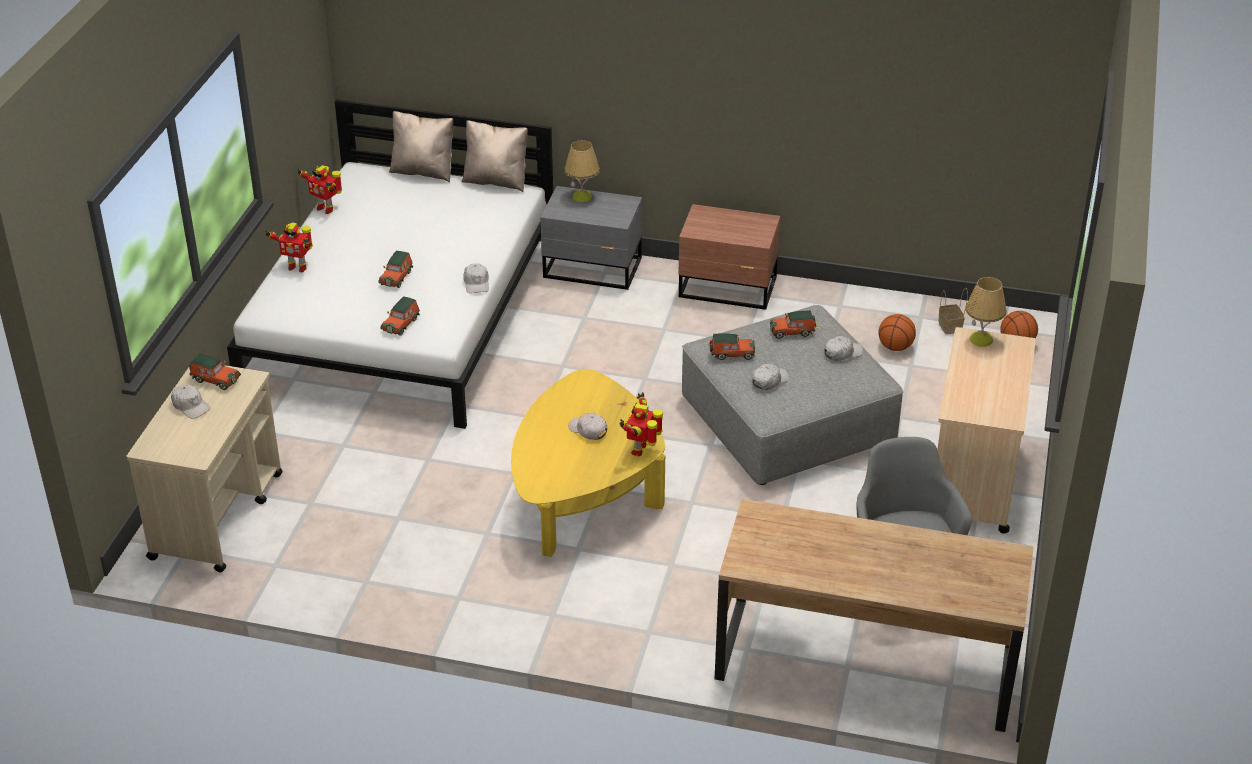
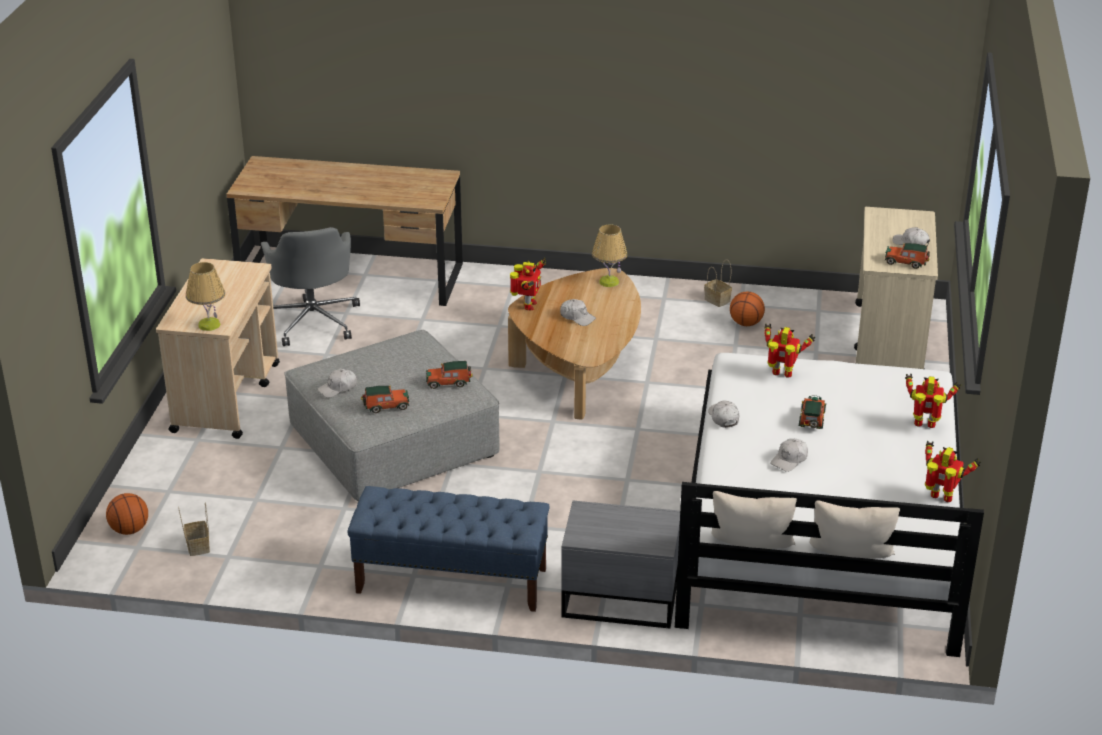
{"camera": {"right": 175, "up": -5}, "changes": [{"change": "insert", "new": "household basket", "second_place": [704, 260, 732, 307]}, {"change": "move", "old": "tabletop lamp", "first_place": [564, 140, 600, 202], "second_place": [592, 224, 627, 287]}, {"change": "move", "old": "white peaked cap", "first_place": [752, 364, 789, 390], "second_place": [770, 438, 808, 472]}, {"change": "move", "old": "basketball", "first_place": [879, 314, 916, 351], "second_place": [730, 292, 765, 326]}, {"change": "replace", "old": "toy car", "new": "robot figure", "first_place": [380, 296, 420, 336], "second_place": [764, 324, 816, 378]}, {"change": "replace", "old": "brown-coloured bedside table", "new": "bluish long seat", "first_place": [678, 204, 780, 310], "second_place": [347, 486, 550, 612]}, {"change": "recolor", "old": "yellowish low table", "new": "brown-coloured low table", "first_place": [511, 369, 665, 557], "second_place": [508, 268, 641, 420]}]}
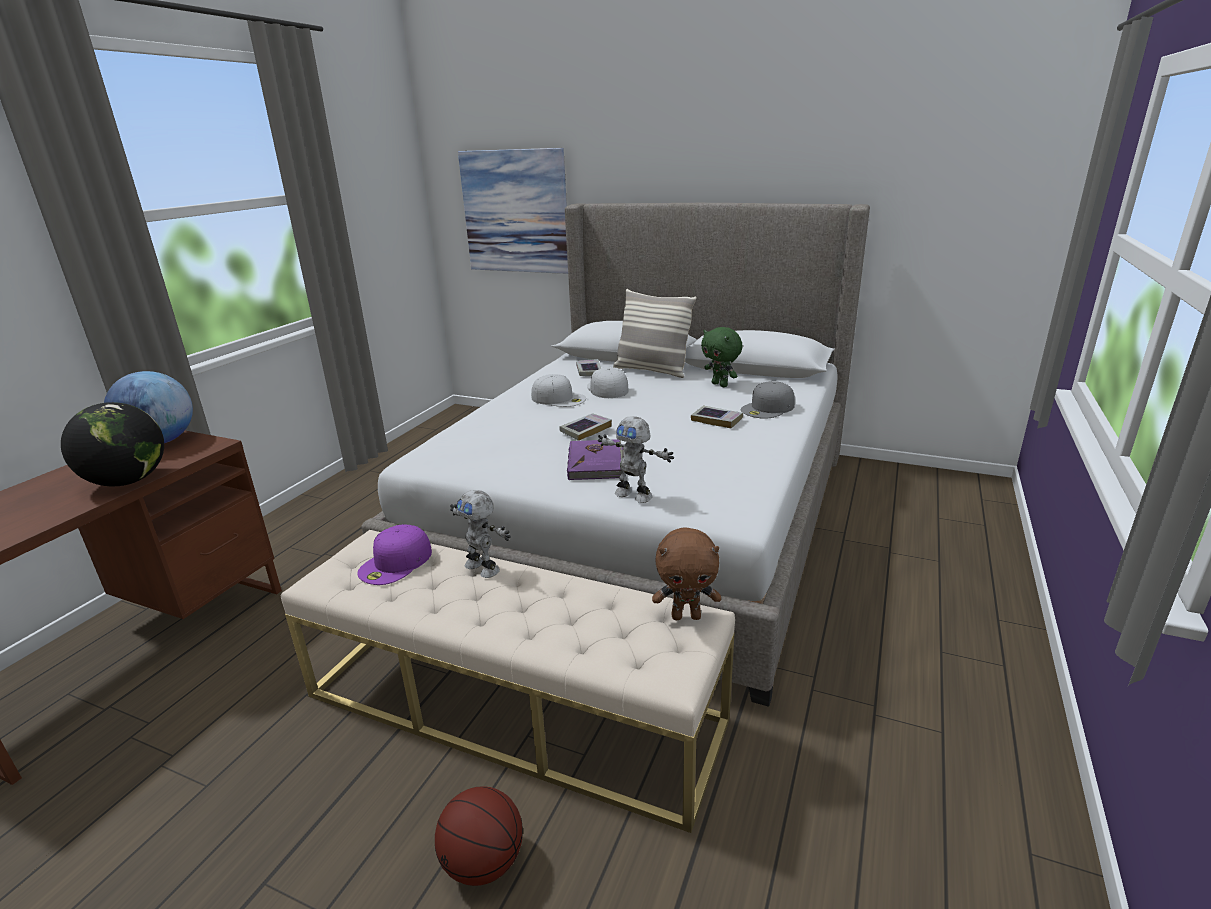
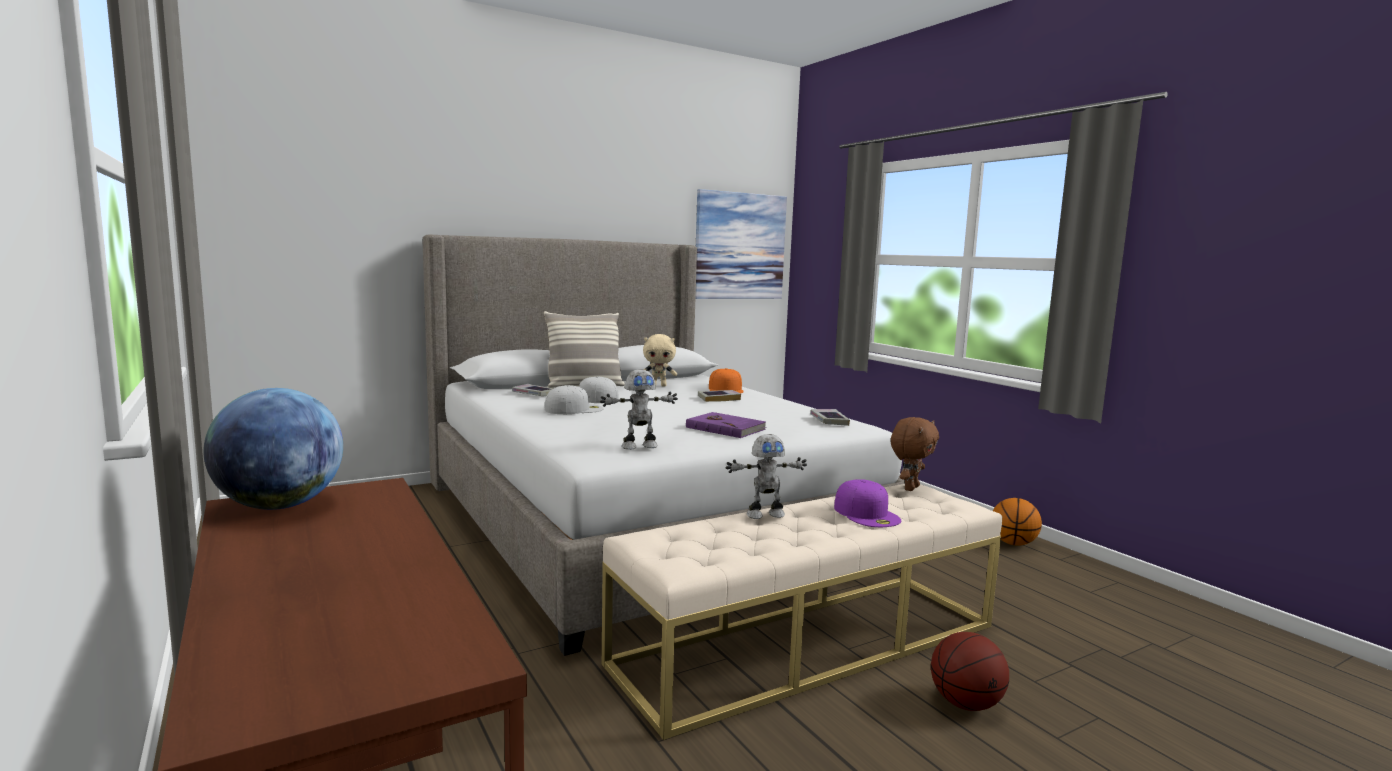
{"camera": {"right": -55, "up": -15}, "changes": [{"change": "delete", "old": "world globe", "first_place": [61, 402, 164, 486]}, {"change": "insert", "new": "basketball", "second_place": [993, 498, 1042, 546]}, {"change": "move", "old": "purple-coloured peaked cap", "first_place": [357, 524, 432, 585], "second_place": [834, 479, 901, 527]}, {"change": "move", "old": "wall art", "first_place": [458, 148, 568, 274], "second_place": [695, 189, 787, 299]}, {"change": "move", "old": "volume", "first_place": [560, 413, 612, 441], "second_place": [810, 409, 850, 426]}, {"change": "move", "old": "robot figure", "first_place": [598, 416, 674, 503], "second_place": [600, 369, 678, 450]}, {"change": "recolor", "old": "green soft toy", "new": "beige-coloured soft toy", "first_place": [701, 327, 743, 387], "second_place": [643, 334, 677, 386]}, {"change": "recolor", "old": "gray peaked cap", "new": "orangey peaked cap", "first_place": [741, 381, 795, 419], "second_place": [709, 368, 744, 393]}]}
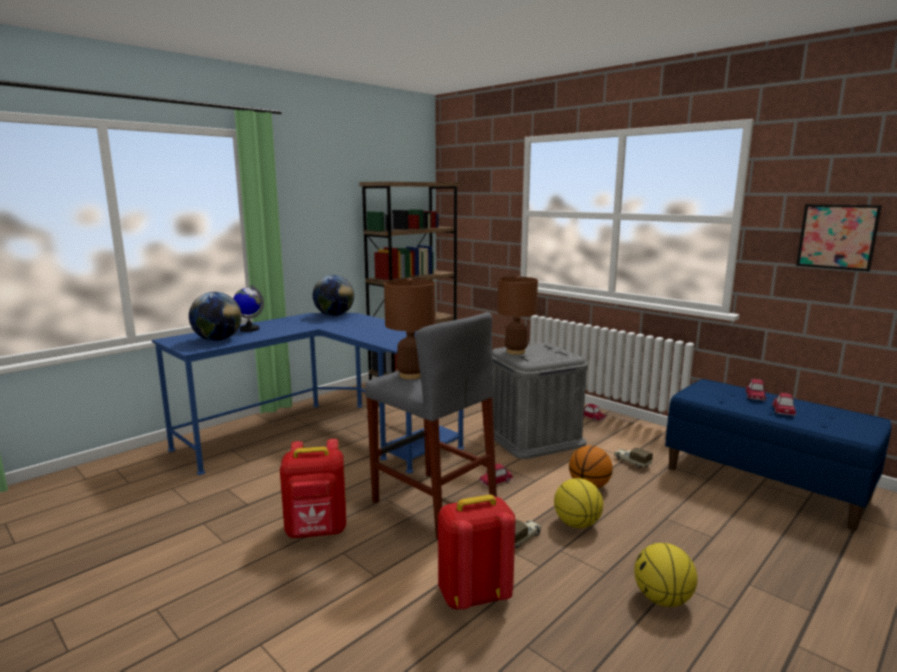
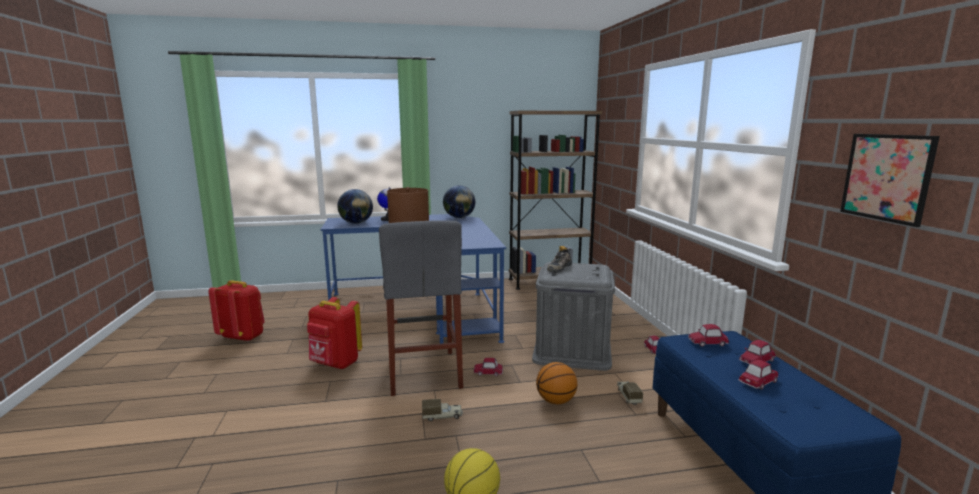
{"camera": {"right": 35, "up": 0}, "changes": [{"change": "delete", "old": "basketball", "first_place": [554, 478, 603, 528]}, {"change": "insert", "new": "toy car", "second_place": [688, 324, 729, 347]}, {"change": "move", "old": "reddish backpack", "first_place": [438, 495, 515, 610], "second_place": [208, 280, 265, 342]}, {"change": "replace", "old": "brown-coloured tabletop lamp", "new": "low shoe", "first_place": [498, 276, 538, 355], "second_place": [547, 248, 572, 272]}]}
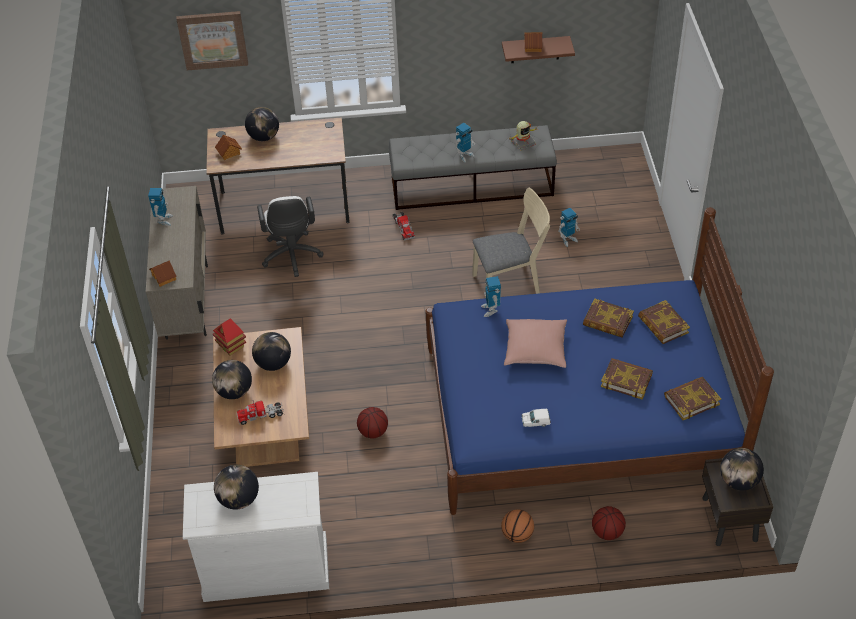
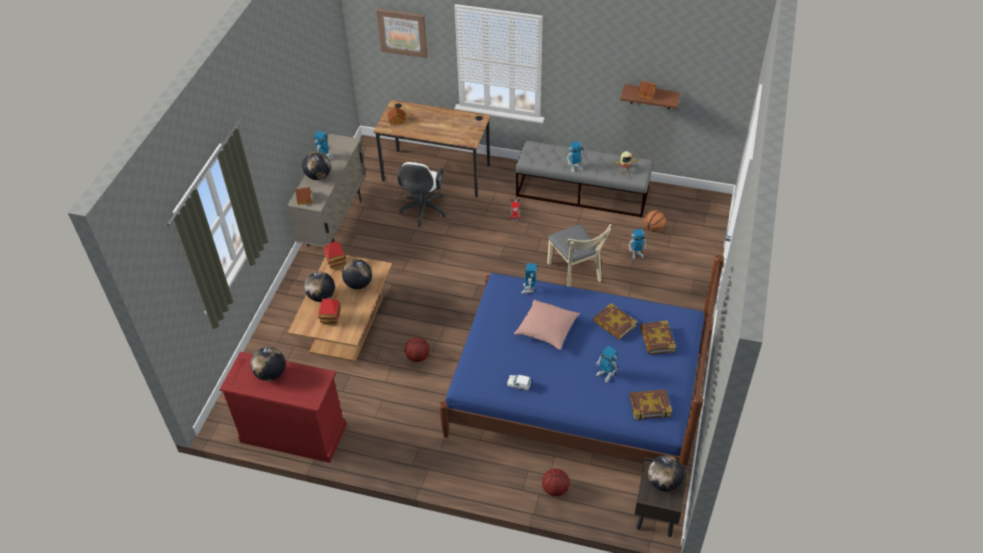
{"camera": {"right": 20, "up": 0}, "changes": [{"change": "move", "old": "world globe", "first_place": [245, 107, 279, 141], "second_place": [302, 152, 331, 180]}, {"change": "move", "old": "basketball", "first_place": [501, 509, 534, 543], "second_place": [644, 210, 666, 232]}, {"change": "replace", "old": "toy lorry", "new": "miniature house", "first_place": [237, 401, 284, 425], "second_place": [318, 299, 341, 325]}, {"change": "replace", "old": "volume", "new": "robot figure", "first_place": [601, 358, 653, 400], "second_place": [596, 346, 617, 383]}, {"change": "recolor", "old": "white dresser", "new": "reddish dresser", "first_place": [183, 472, 329, 602], "second_place": [220, 352, 347, 463]}, {"change": "rotate", "old": "beige-coloured plain chair", "first_place": [472, 188, 550, 298], "second_place": [547, 224, 611, 287], "degrees": 60}]}
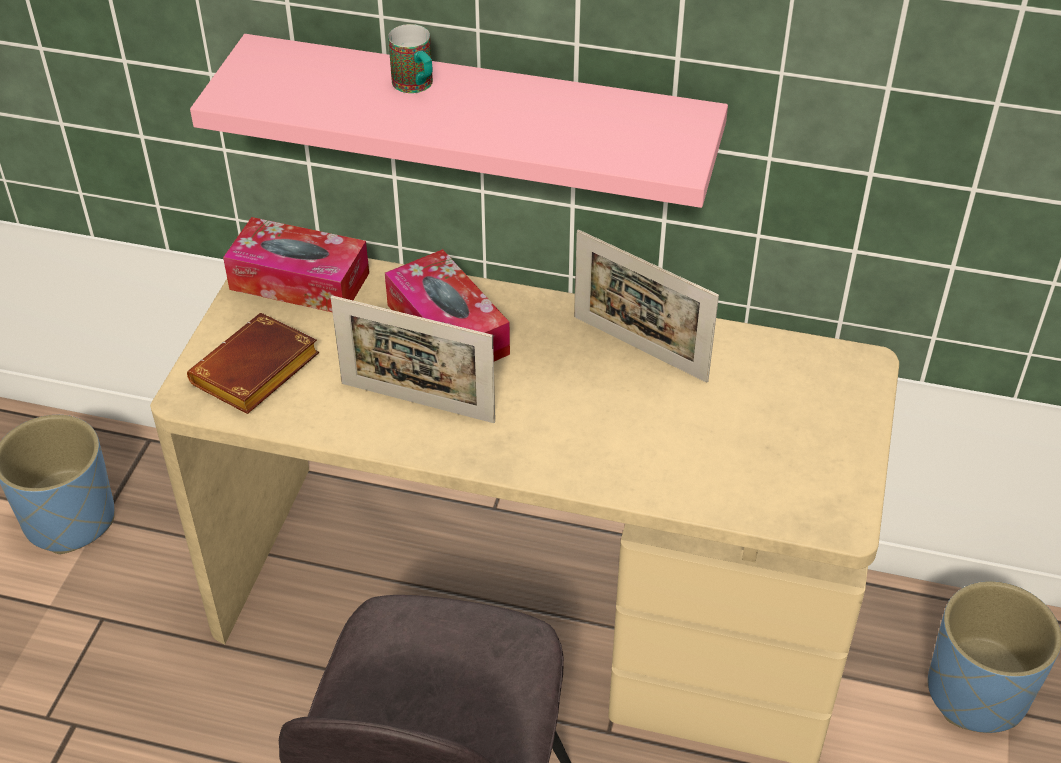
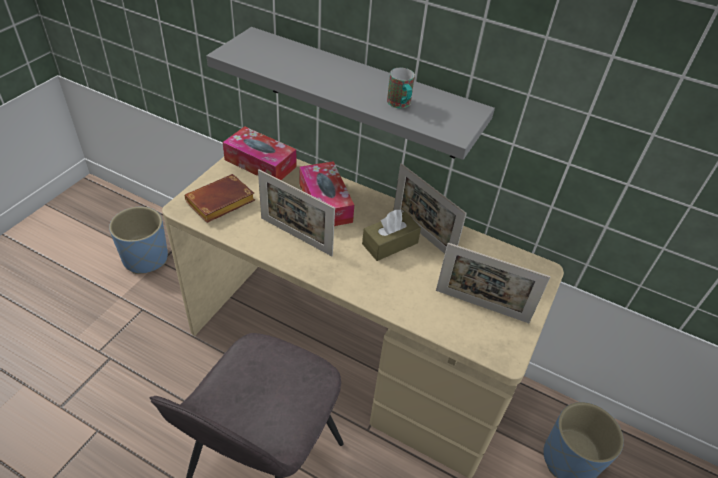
{"camera": {"right": 10, "up": 0}, "changes": [{"change": "insert", "new": "brown-coloured tissue box", "second_place": [362, 209, 421, 261]}, {"change": "insert", "new": "photo frame", "second_place": [436, 243, 550, 323]}, {"change": "move", "old": "mug", "first_place": [388, 24, 433, 93], "second_place": [387, 68, 415, 108]}, {"change": "recolor", "old": "pink-coloured wall shelf", "new": "gray wall shelf", "first_place": [190, 34, 728, 208], "second_place": [207, 27, 495, 160]}]}
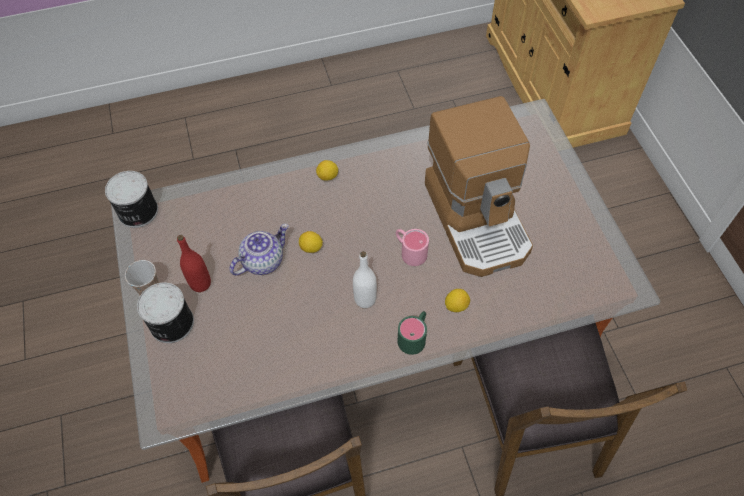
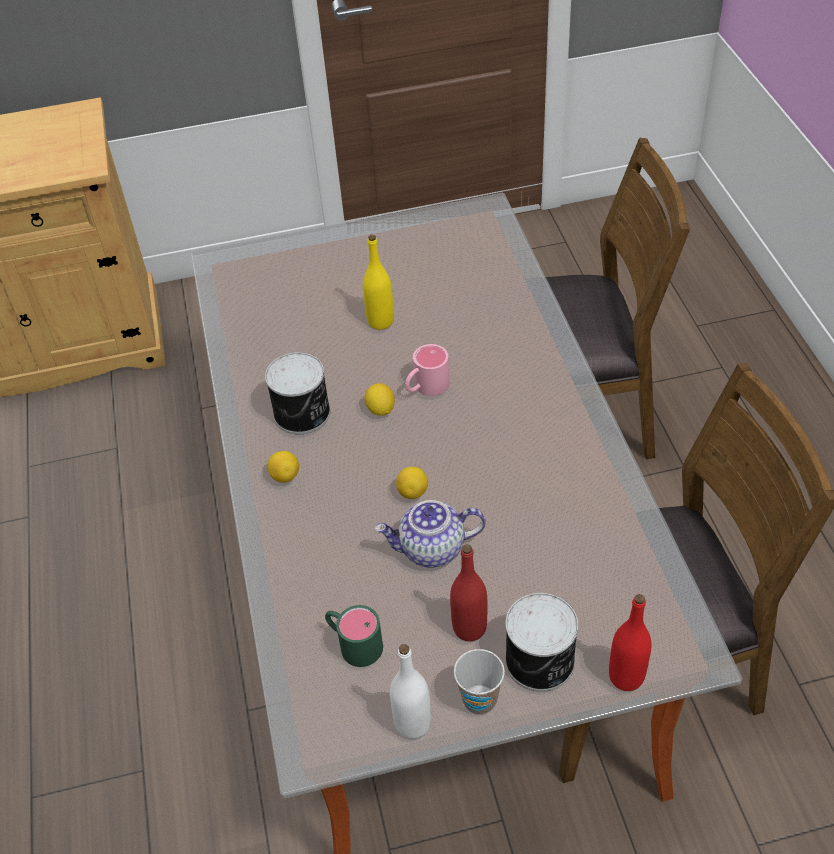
{"camera": {"right": -85, "up": -10}, "changes": [{"change": "insert", "new": "reddish bottle", "second_place": [609, 594, 651, 691]}, {"change": "move", "old": "can", "first_place": [105, 171, 158, 228], "second_place": [265, 352, 330, 434]}, {"change": "move", "old": "white bottle", "first_place": [353, 251, 377, 308], "second_place": [390, 644, 431, 739]}, {"change": "move", "old": "green mug", "first_place": [398, 311, 427, 355], "second_place": [325, 605, 383, 667]}, {"change": "move", "old": "whole lemon", "first_place": [445, 289, 470, 312], "second_place": [365, 383, 395, 416]}, {"change": "replace", "old": "coffee brewer", "new": "yellowish bottle", "first_place": [425, 96, 533, 277], "second_place": [363, 235, 394, 330]}, {"change": "rotate", "old": "pot for tea", "first_place": [230, 224, 289, 275], "second_place": [375, 500, 486, 568], "degrees": -60}]}
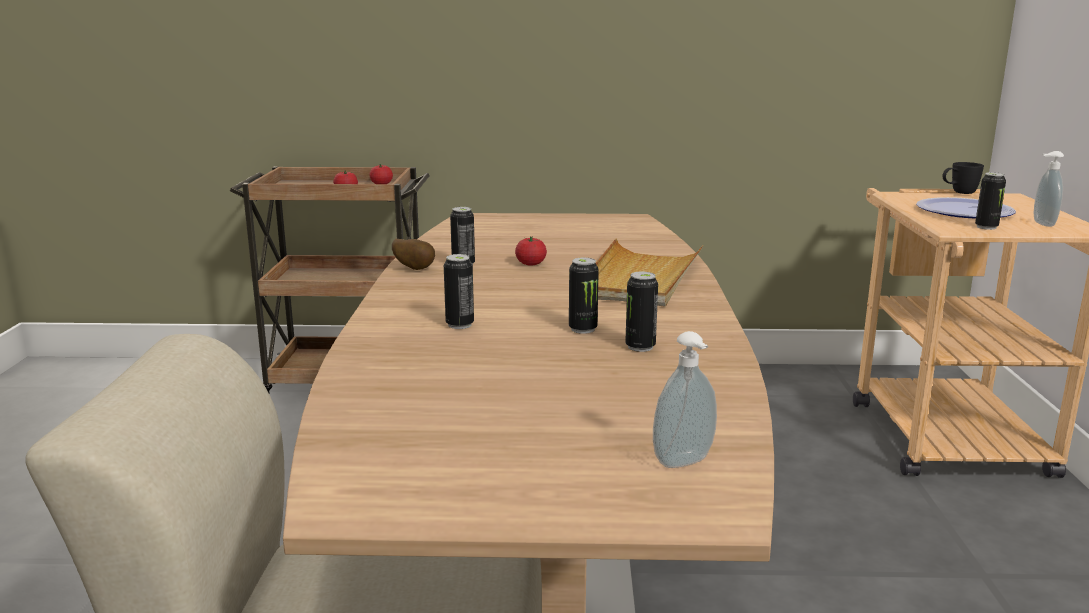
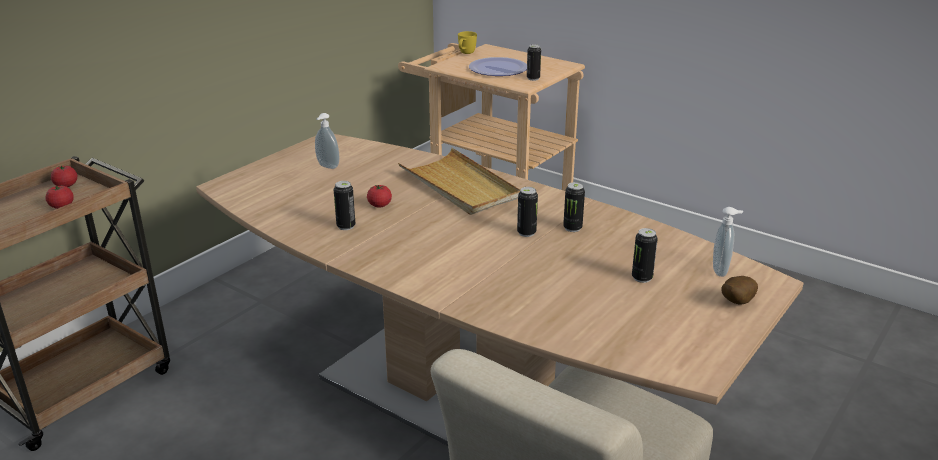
{"camera": {"right": -55, "up": 10}, "changes": [{"change": "move", "old": "spud", "first_place": [392, 239, 435, 270], "second_place": [721, 276, 758, 304]}, {"change": "move", "old": "can", "first_place": [444, 254, 474, 329], "second_place": [632, 228, 658, 283]}, {"change": "move", "old": "liquid soap bottle", "first_place": [1034, 151, 1064, 227], "second_place": [315, 113, 340, 169]}, {"change": "recolor", "old": "blackish mug", "new": "yellowish mug", "first_place": [942, 162, 984, 194], "second_place": [458, 31, 477, 54]}]}
